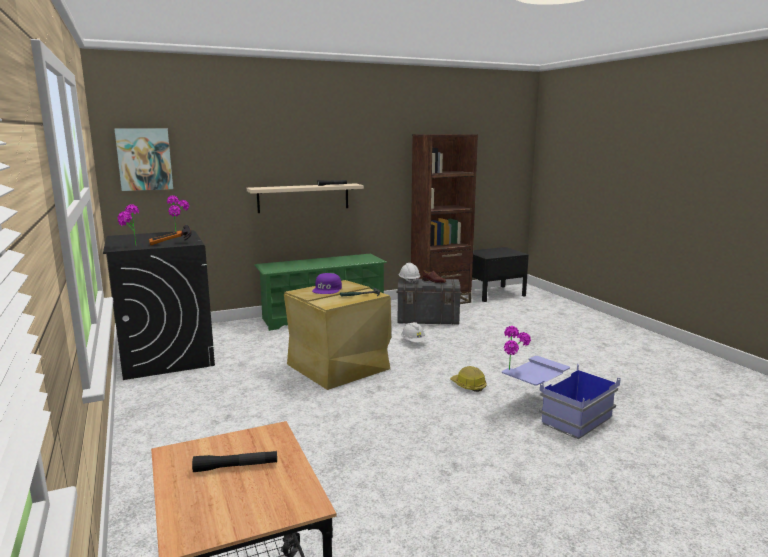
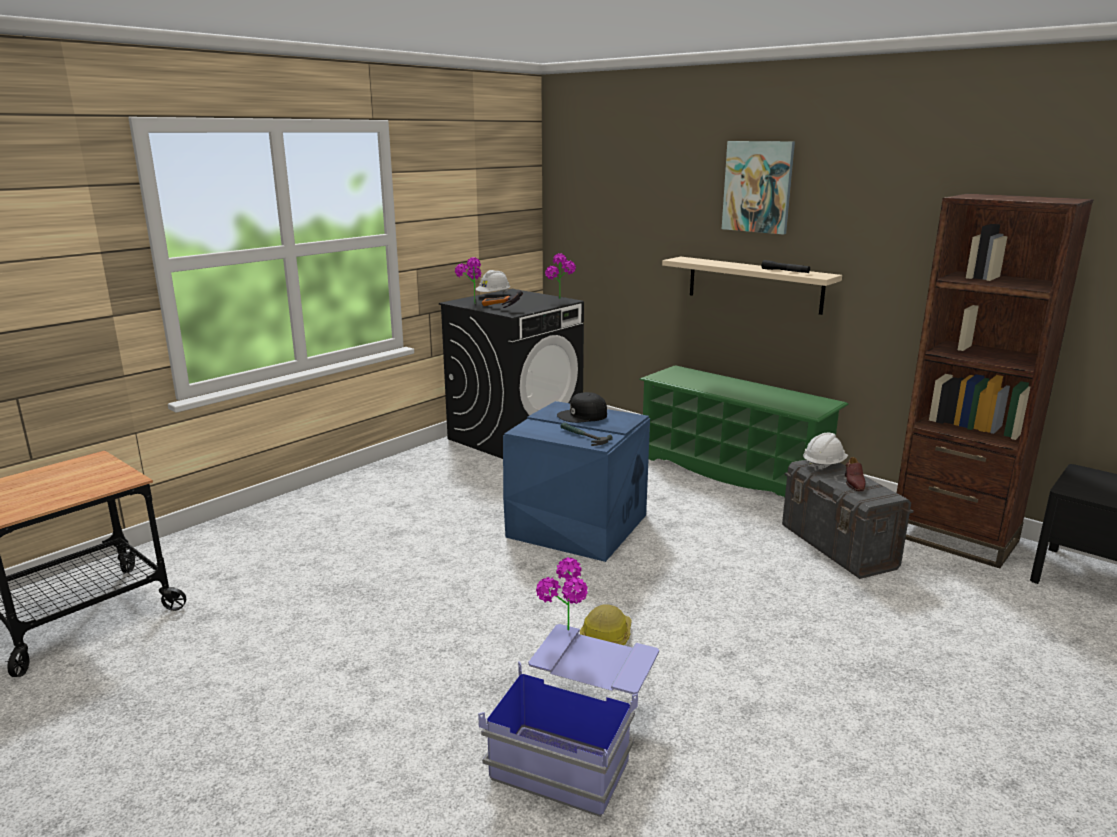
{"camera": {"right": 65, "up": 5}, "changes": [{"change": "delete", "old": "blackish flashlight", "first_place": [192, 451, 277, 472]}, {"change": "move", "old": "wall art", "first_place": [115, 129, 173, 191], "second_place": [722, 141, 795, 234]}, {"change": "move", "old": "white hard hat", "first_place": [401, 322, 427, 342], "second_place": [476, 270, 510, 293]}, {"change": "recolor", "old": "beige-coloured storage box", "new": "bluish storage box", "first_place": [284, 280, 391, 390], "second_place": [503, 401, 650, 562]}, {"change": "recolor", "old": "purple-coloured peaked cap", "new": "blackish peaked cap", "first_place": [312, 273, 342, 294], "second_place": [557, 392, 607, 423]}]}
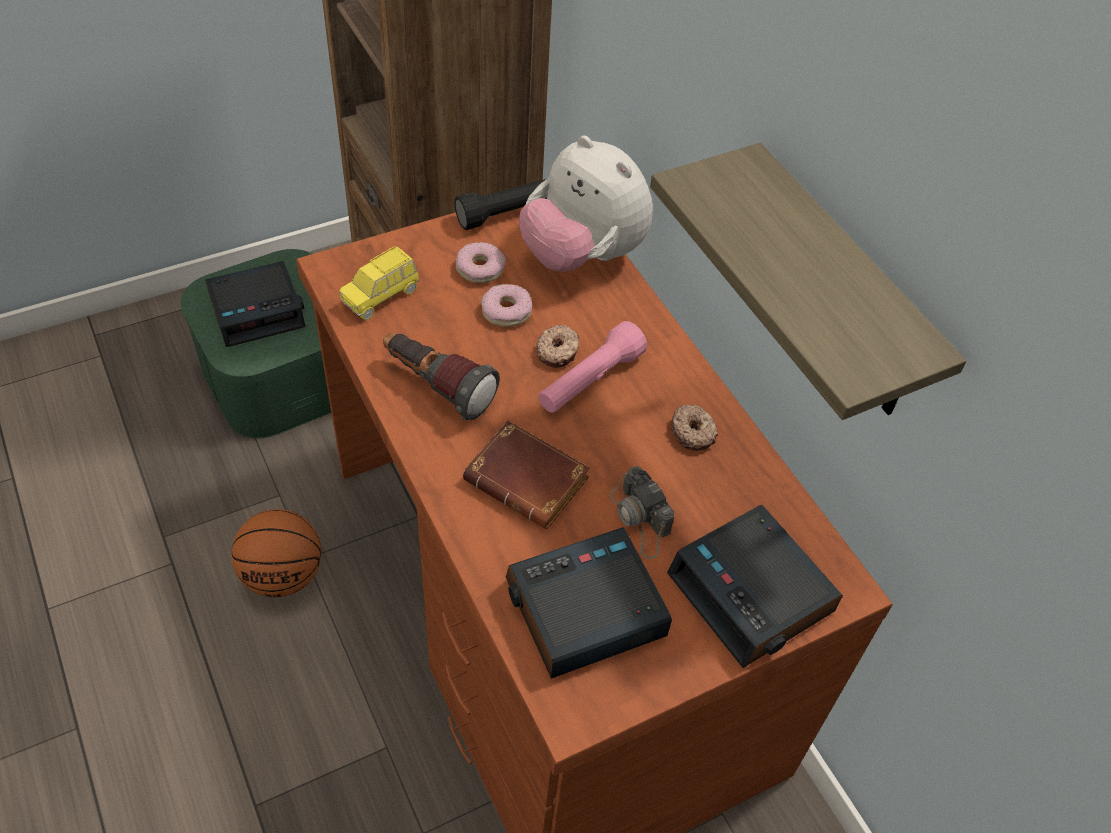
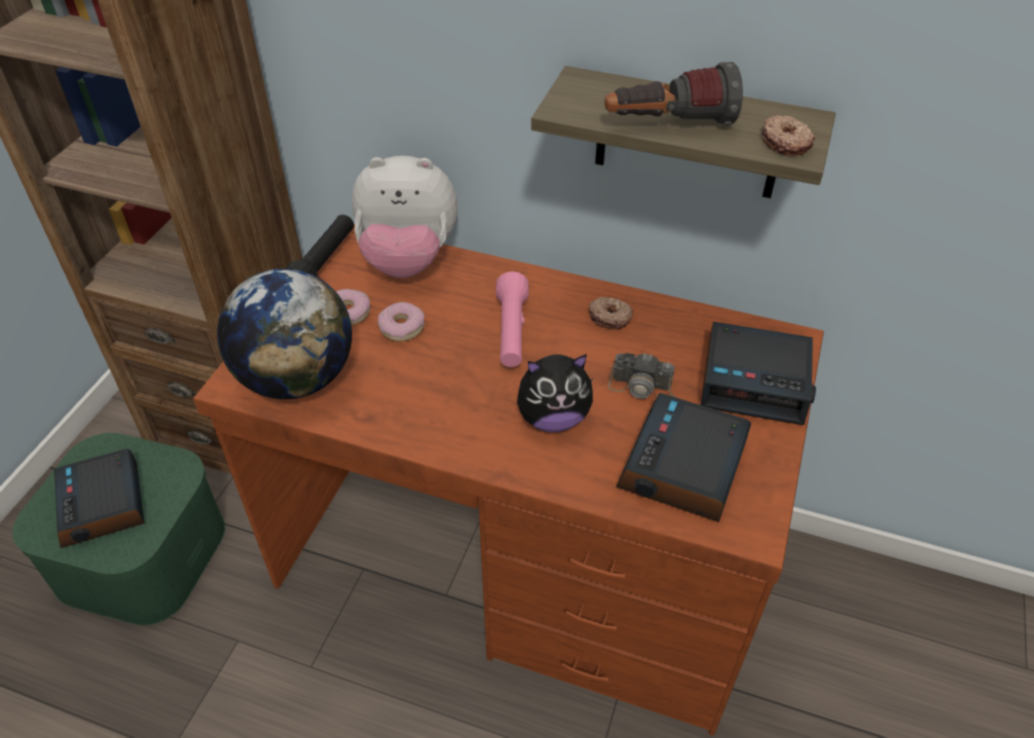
{"camera": {"right": -40, "up": -5}, "changes": [{"change": "delete", "old": "basketball", "first_place": [231, 509, 322, 597]}, {"change": "move", "old": "flashlight", "first_place": [383, 333, 500, 420], "second_place": [605, 62, 743, 126]}, {"change": "move", "old": "donut", "first_place": [536, 325, 579, 368], "second_place": [762, 115, 815, 156]}, {"change": "replace", "old": "yellowish toy car", "new": "world globe", "first_place": [339, 246, 419, 320], "second_place": [217, 268, 352, 399]}, {"change": "replace", "old": "brown-coloured volume", "new": "soft toy", "first_place": [463, 421, 590, 529], "second_place": [517, 354, 594, 432]}, {"change": "rotate", "old": "bedside clock", "first_place": [205, 261, 306, 347], "second_place": [54, 449, 144, 548], "degrees": 135}]}
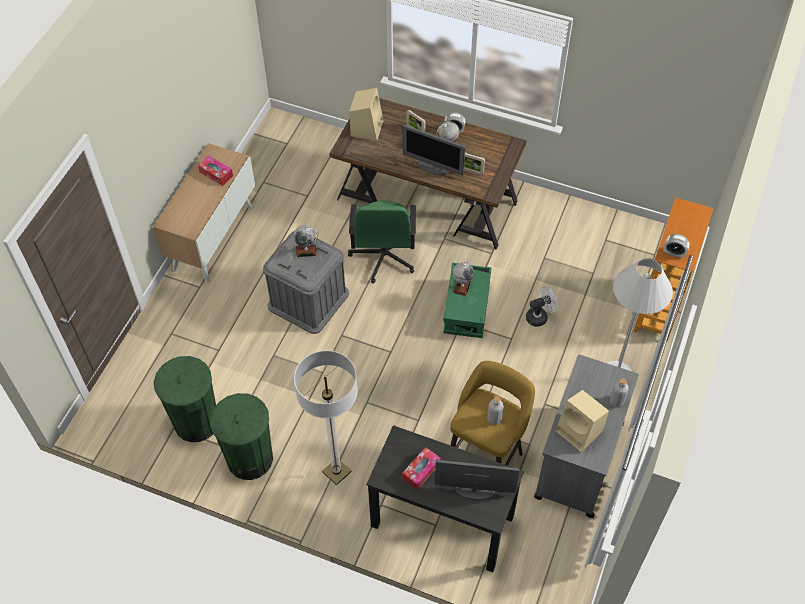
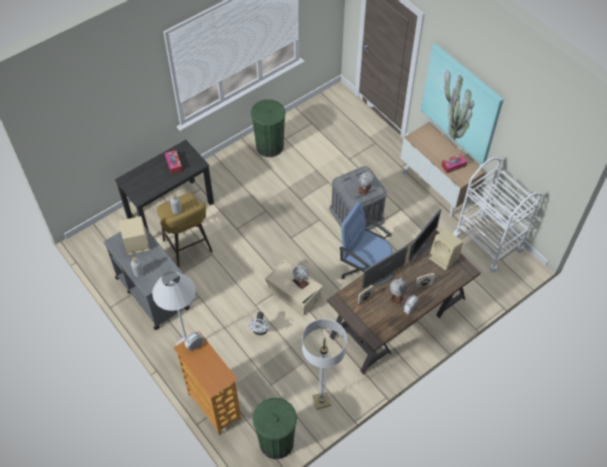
{"camera": {"right": 120, "up": 0}, "changes": [{"change": "insert", "new": "wall art", "second_place": [421, 43, 504, 164]}, {"change": "insert", "new": "white wheeled cart", "second_place": [453, 157, 542, 273]}, {"change": "move", "old": "green trash can", "first_place": [154, 356, 216, 442], "second_place": [253, 398, 297, 459]}, {"change": "move", "old": "standard lamp", "first_place": [294, 350, 358, 485], "second_place": [302, 319, 347, 409]}, {"change": "move", "old": "monitor", "first_place": [435, 460, 520, 500], "second_place": [409, 209, 441, 261]}, {"change": "recolor", "old": "green desk chair", "new": "bluish desk chair", "first_place": [348, 200, 416, 283], "second_place": [339, 201, 392, 279]}, {"change": "recolor", "old": "green storage box", "new": "beige-coloured storage box", "first_place": [443, 263, 492, 338], "second_place": [265, 259, 323, 315]}]}
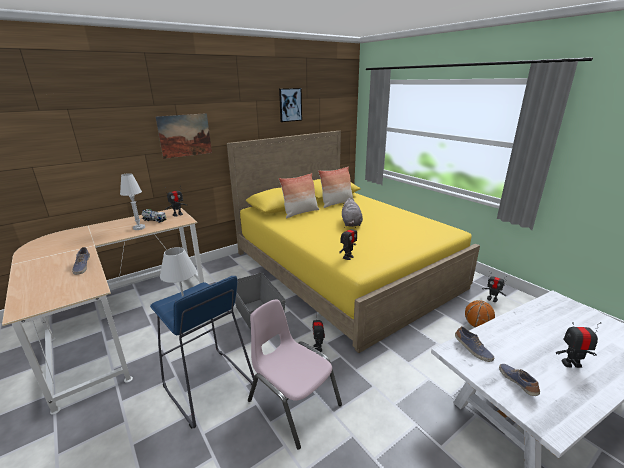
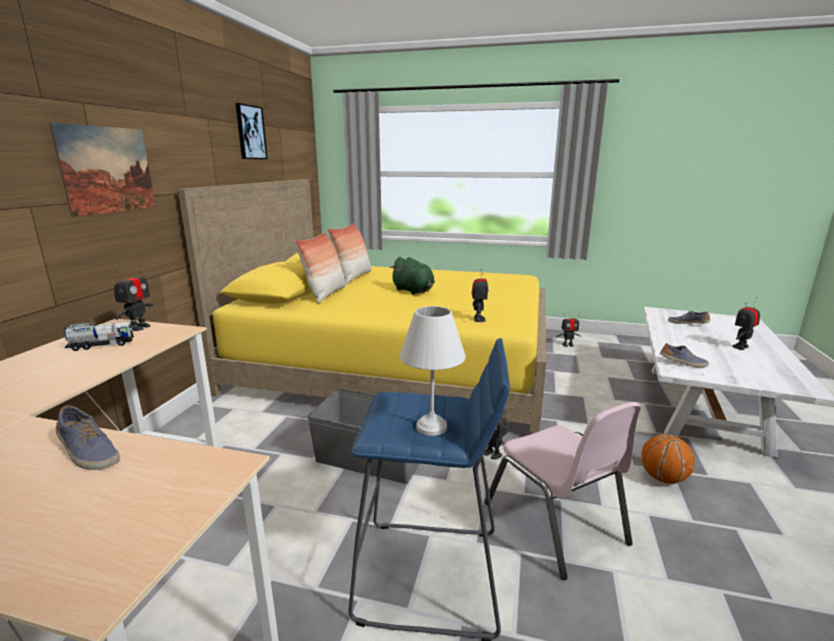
{"camera": {"right": -40, "up": -5}, "changes": [{"change": "delete", "old": "white tabletop lamp", "first_place": [120, 173, 145, 230]}, {"change": "move", "old": "basketball", "first_place": [465, 300, 495, 327], "second_place": [641, 434, 695, 484]}, {"change": "move", "old": "low shoe", "first_place": [499, 364, 540, 396], "second_place": [668, 311, 710, 324]}, {"change": "recolor", "old": "gray soft toy", "new": "green soft toy", "first_place": [342, 198, 363, 227], "second_place": [390, 257, 435, 295]}, {"change": "rotate", "old": "pink-coloured plain chair", "first_place": [248, 299, 342, 450], "second_place": [485, 402, 641, 580], "degrees": -120}]}
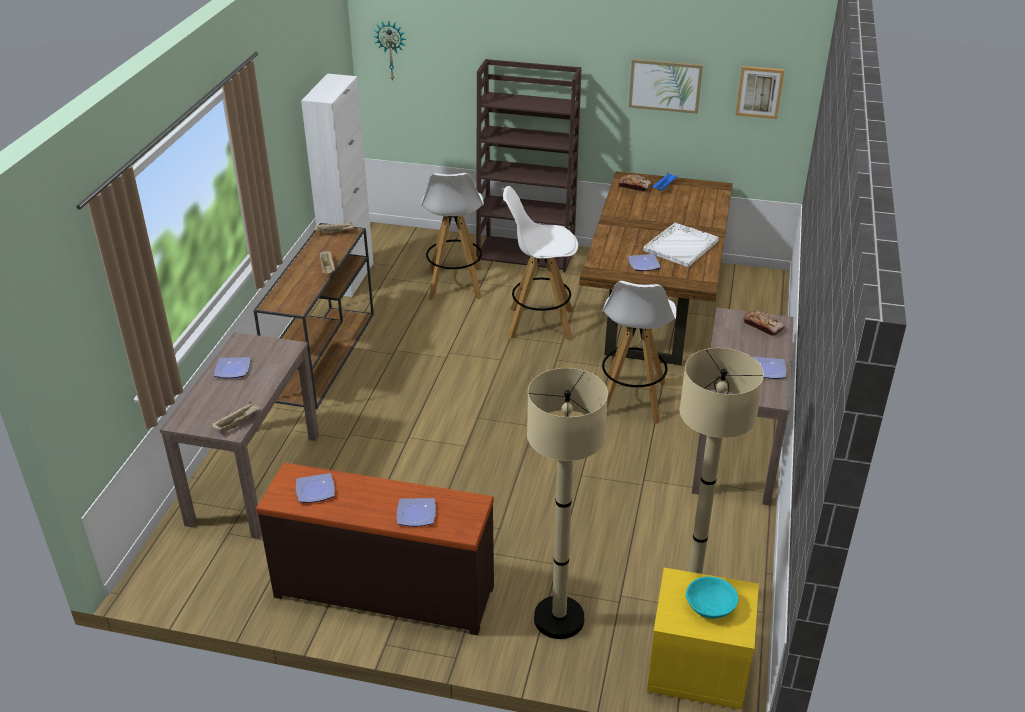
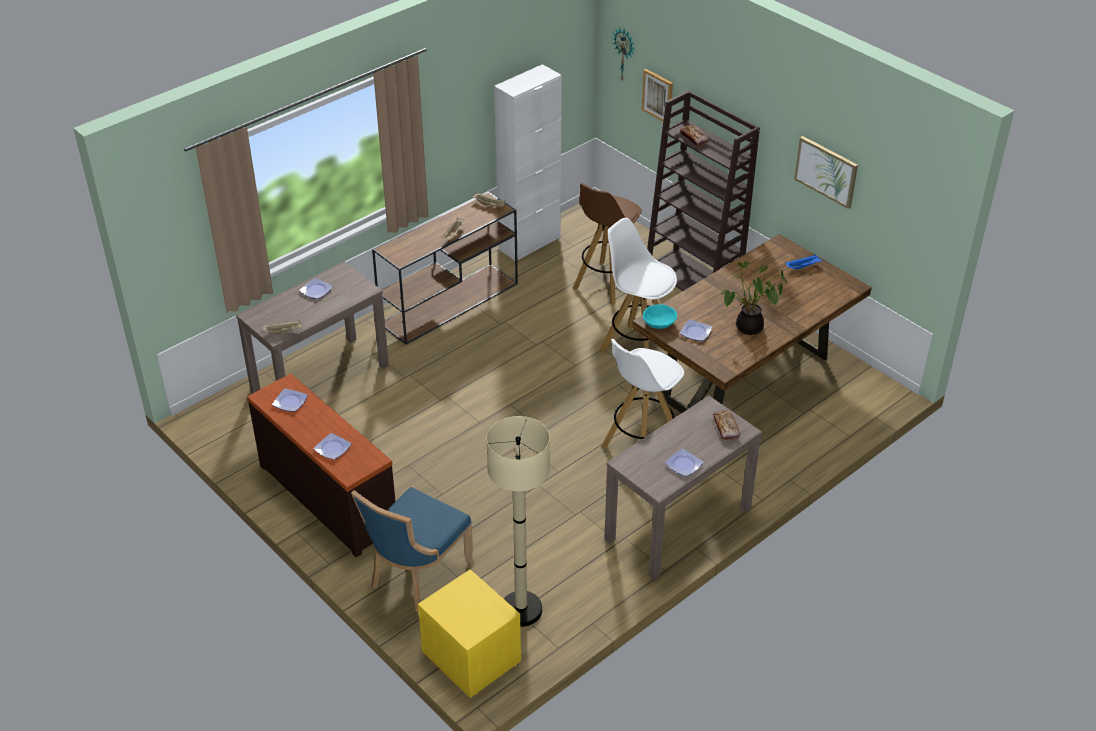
{"camera": {"right": 35, "up": 5}, "changes": [{"change": "move", "old": "baked bread", "first_place": [618, 174, 652, 192], "second_place": [680, 125, 709, 146]}, {"change": "move", "old": "turquoise-coloured deep dish", "first_place": [686, 577, 738, 619], "second_place": [643, 304, 677, 329]}, {"change": "move", "old": "wall art", "first_place": [736, 66, 785, 119], "second_place": [641, 69, 673, 121]}, {"change": "replace", "old": "beige-coloured standard lamp", "new": "bluish plain chair", "first_place": [527, 368, 608, 639], "second_place": [351, 487, 475, 612]}, {"change": "replace", "old": "white tray", "new": "potted plant", "first_place": [643, 223, 719, 267], "second_place": [721, 261, 787, 335]}, {"change": "recolor", "old": "white stool seat", "new": "brown-coloured stool seat", "first_place": [421, 173, 484, 300], "second_place": [573, 183, 642, 305]}]}
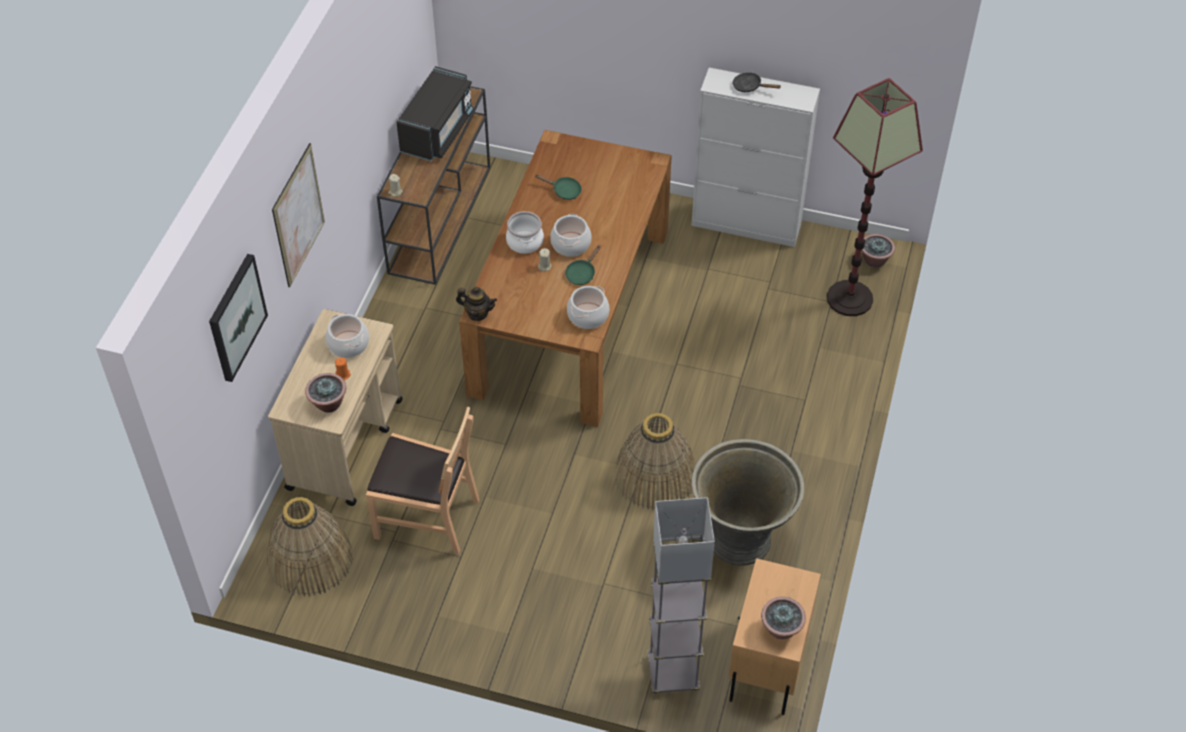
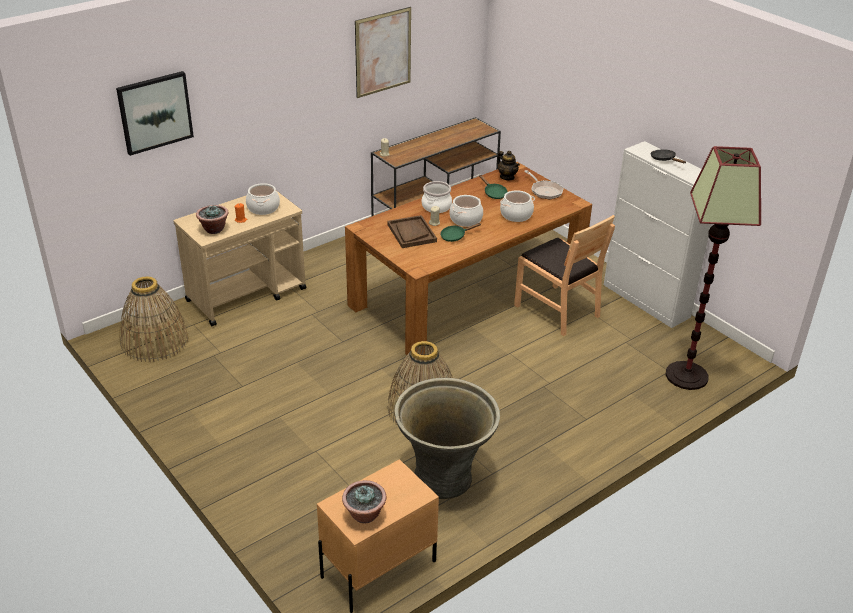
{"camera": {"right": 35, "up": -15}, "changes": [{"change": "delete", "old": "blackish microwave oven", "first_place": [396, 66, 474, 161]}, {"change": "delete", "old": "gray standard lamp", "first_place": [647, 497, 715, 695]}, {"change": "delete", "old": "potted plant", "first_place": [862, 234, 895, 267]}, {"change": "insert", "new": "brown-coloured tray", "second_place": [387, 215, 437, 248]}, {"change": "insert", "new": "pan", "second_place": [524, 170, 564, 200]}, {"change": "move", "old": "wall art", "first_place": [272, 143, 325, 287], "second_place": [355, 7, 411, 98]}, {"change": "move", "old": "brown-coloured plain chair", "first_place": [366, 407, 480, 555], "second_place": [514, 215, 615, 336]}, {"change": "move", "old": "pot for tea", "first_place": [456, 287, 497, 321], "second_place": [497, 151, 520, 180]}, {"change": "move", "old": "stockpot", "first_place": [567, 286, 609, 329], "second_place": [500, 190, 535, 222]}]}
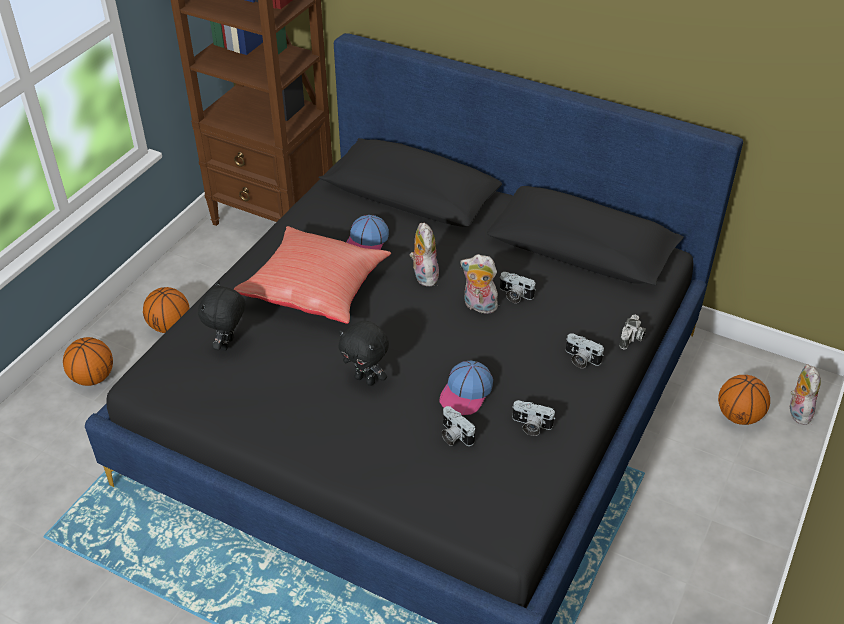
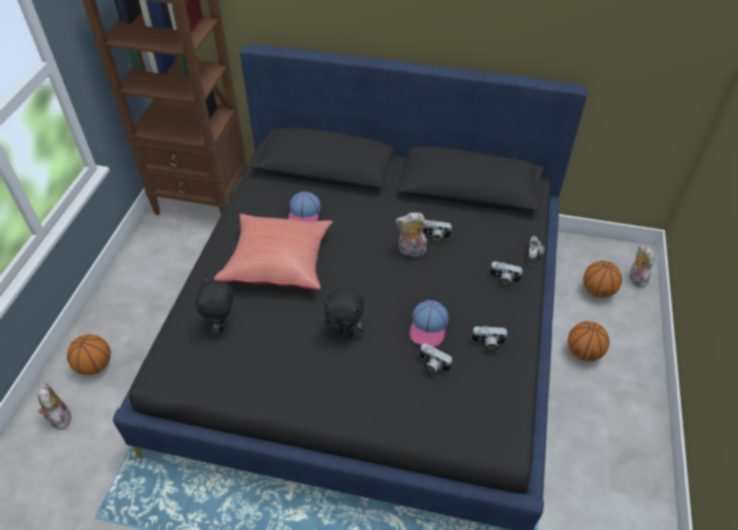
{"camera": {"right": -15, "up": 5}, "changes": [{"change": "move", "old": "basketball", "first_place": [143, 287, 190, 333], "second_place": [568, 321, 610, 362]}, {"change": "move", "old": "soft toy", "first_place": [410, 223, 439, 286], "second_place": [38, 383, 72, 430]}]}
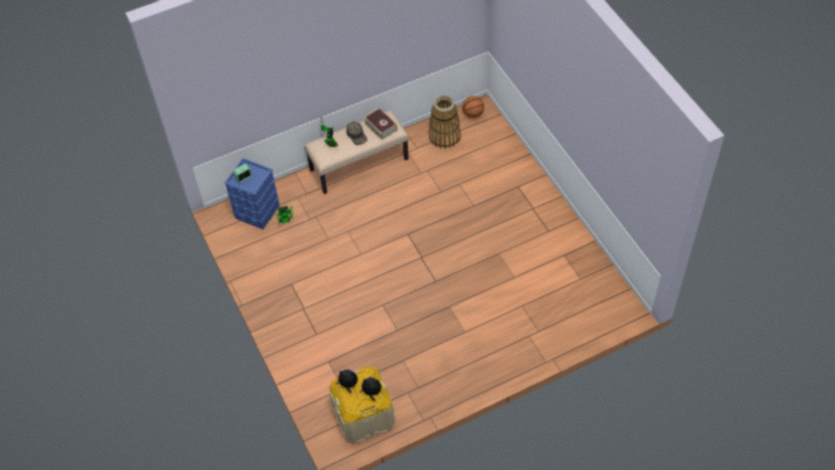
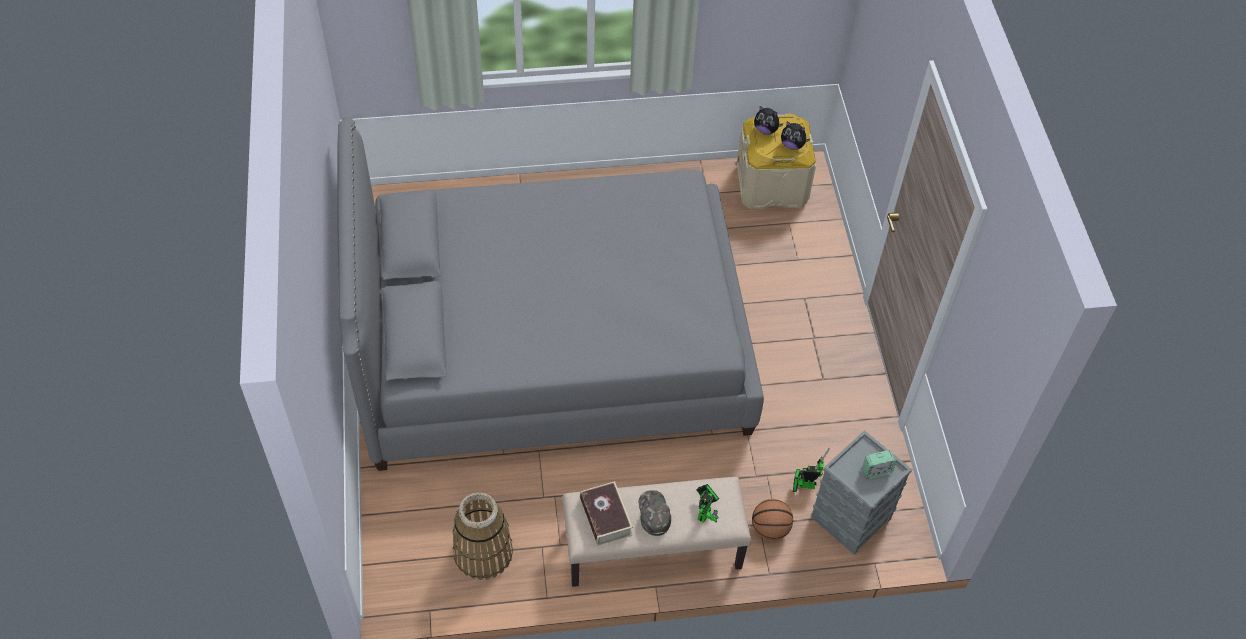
{"camera": {"right": -165, "up": 0}, "changes": [{"change": "insert", "new": "gray bedroom bed", "second_place": [337, 117, 764, 471]}, {"change": "move", "old": "basketball", "first_place": [462, 96, 484, 118], "second_place": [752, 499, 793, 540]}, {"change": "recolor", "old": "bluish storage box", "new": "gray storage box", "first_place": [225, 158, 280, 229], "second_place": [811, 430, 912, 555]}]}
